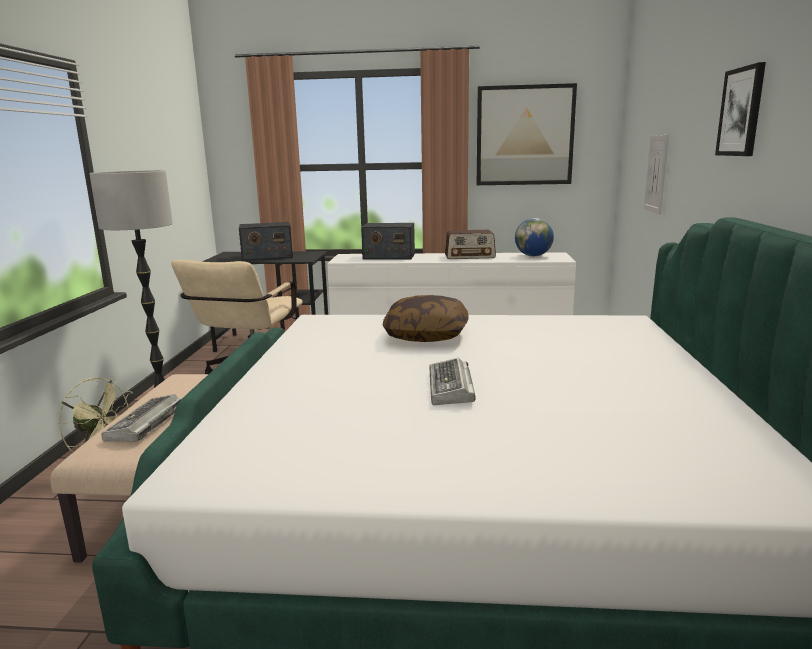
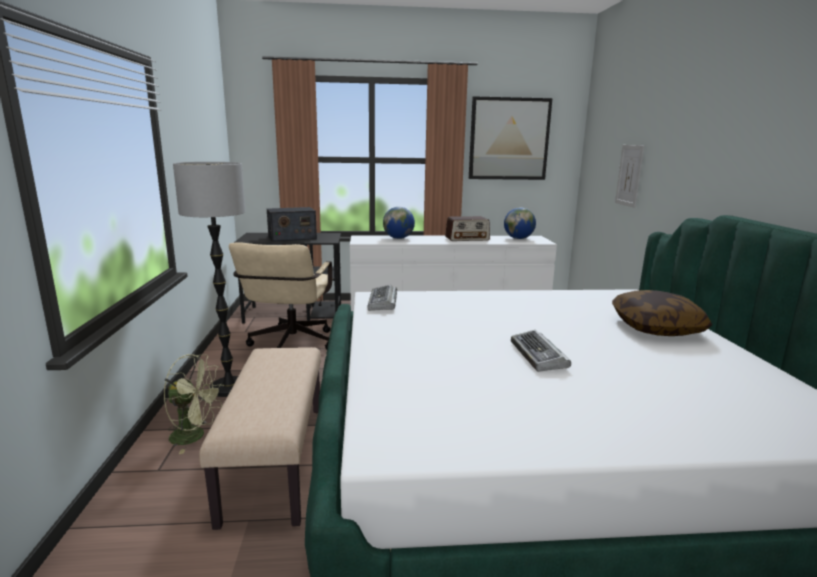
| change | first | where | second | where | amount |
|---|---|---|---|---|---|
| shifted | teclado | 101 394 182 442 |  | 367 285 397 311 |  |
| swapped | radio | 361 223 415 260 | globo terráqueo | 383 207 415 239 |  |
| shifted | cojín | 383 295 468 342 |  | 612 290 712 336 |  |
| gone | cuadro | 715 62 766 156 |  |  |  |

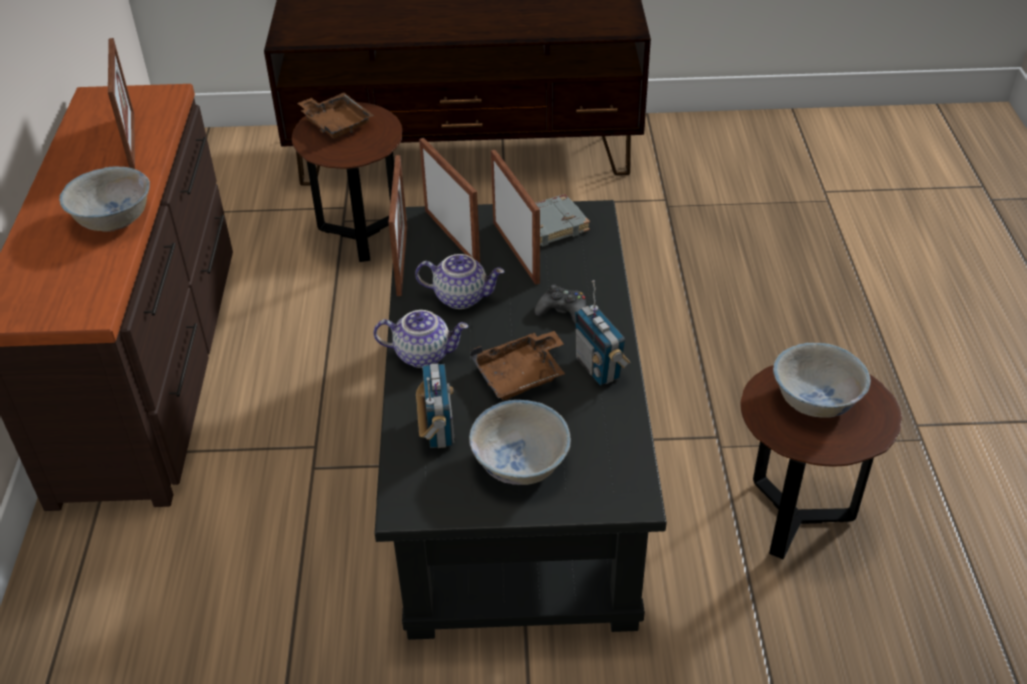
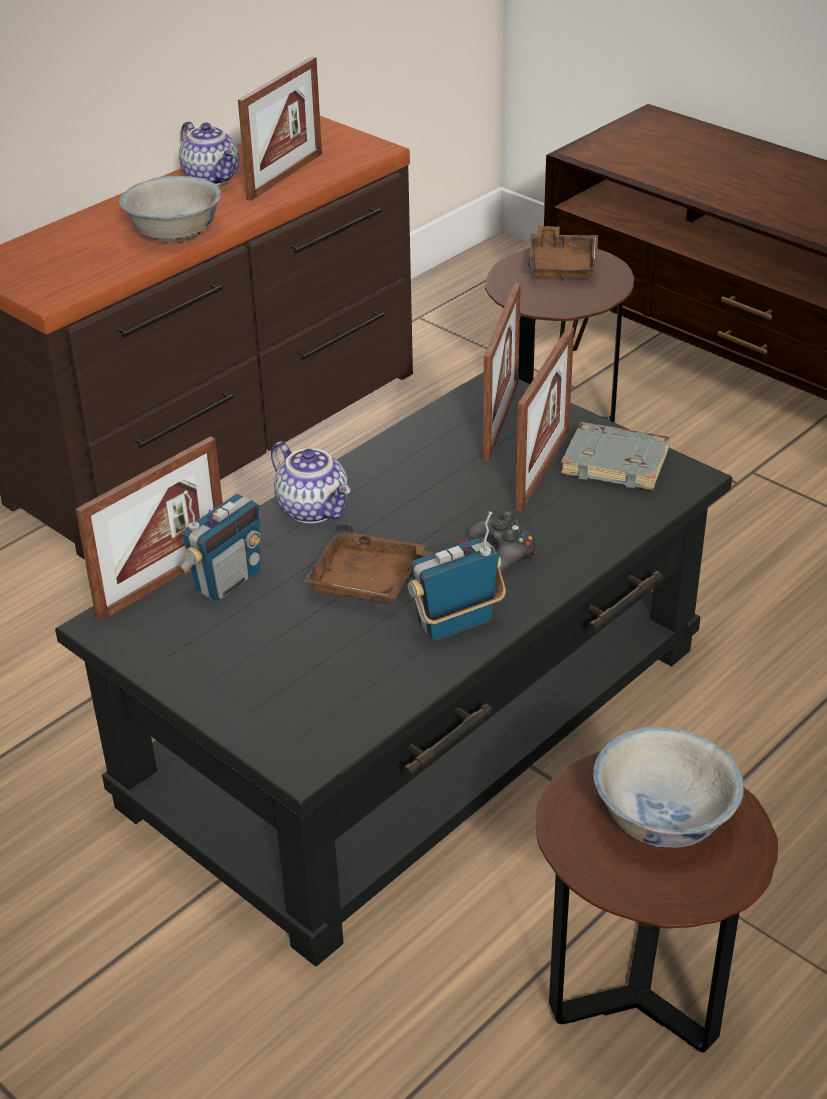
| change | first | where | second | where | amount |
|---|---|---|---|---|---|
| shifted | portarretratos | 388 155 407 296 |  | 75 436 223 622 |  |
| shifted | tetera | 415 254 505 309 |  | 179 121 239 186 |  |
| rotated | radio | 575 280 630 386 |  | 407 511 506 640 | 45 degrees clockwise |
| gone | cuenco/blanco | 469 400 571 485 |  |  |  |

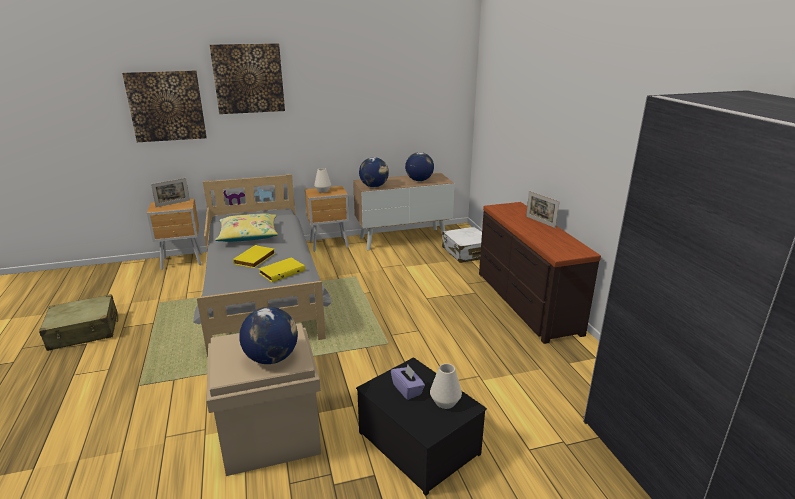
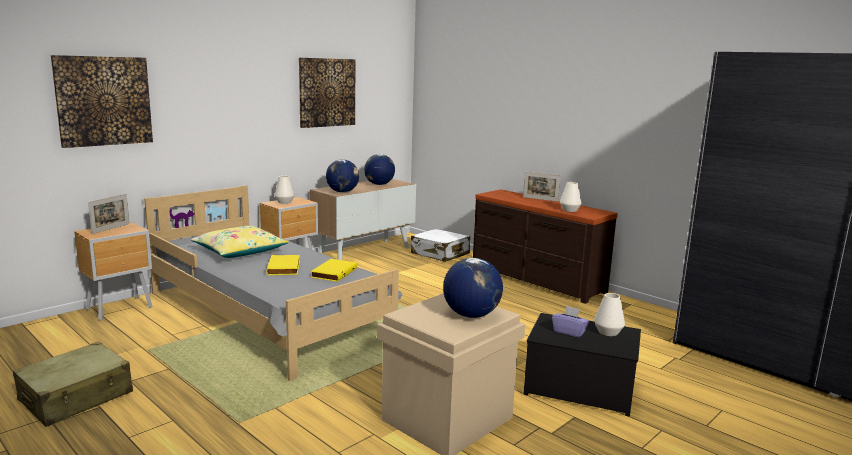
| change | first | where | second | where | amount |
|---|---|---|---|---|---|
| shifted | cuadro | 210 43 285 114 |  | 299 58 355 128 |  |
| new |  |  | florero/blanco | 560 182 582 212 |  |

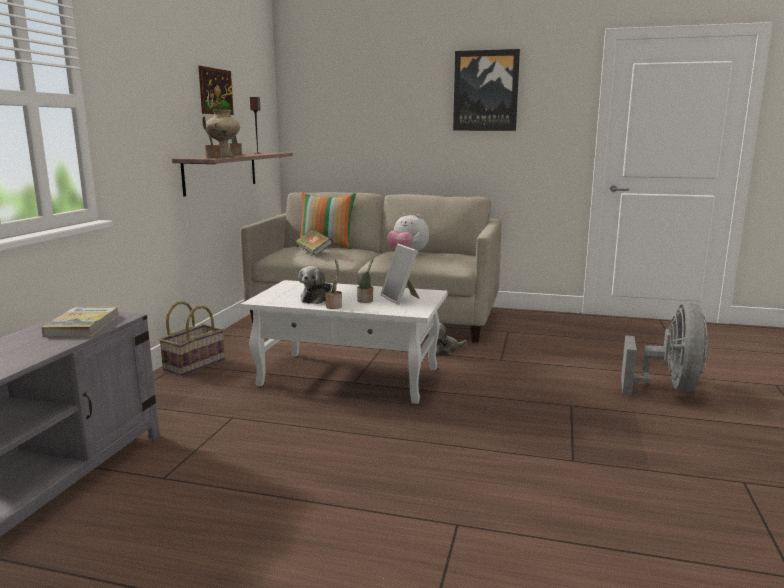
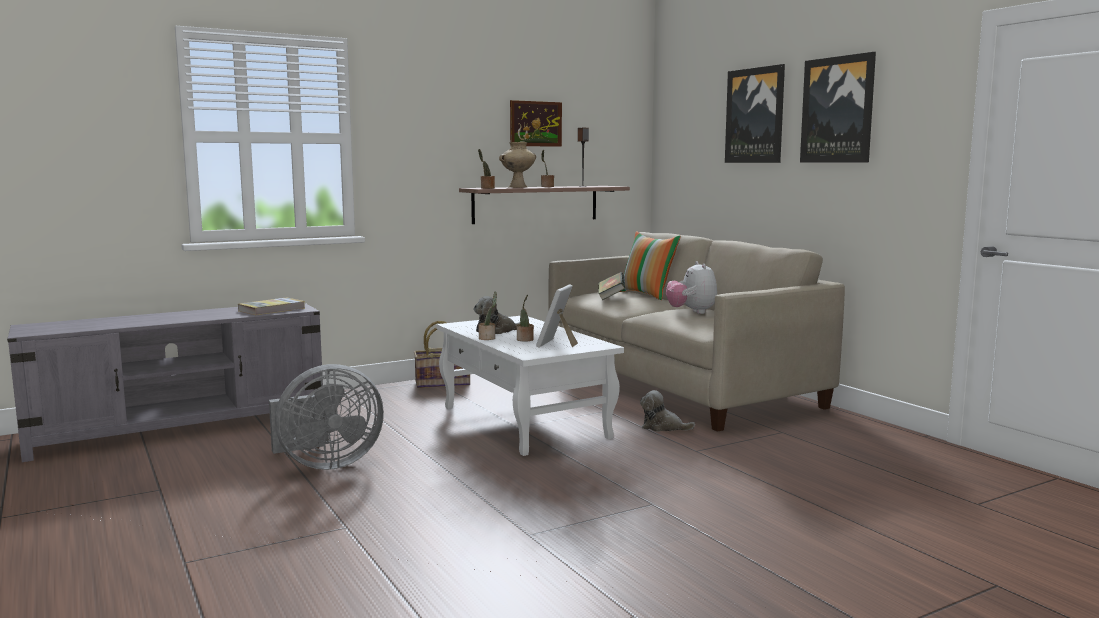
| change | first | where | second | where | amount |
|---|---|---|---|---|---|
| shifted | ventilador/gris | 621 303 708 395 |  | 269 364 384 470 |  |
| new |  |  | cuadro | 725 64 785 163 |  |

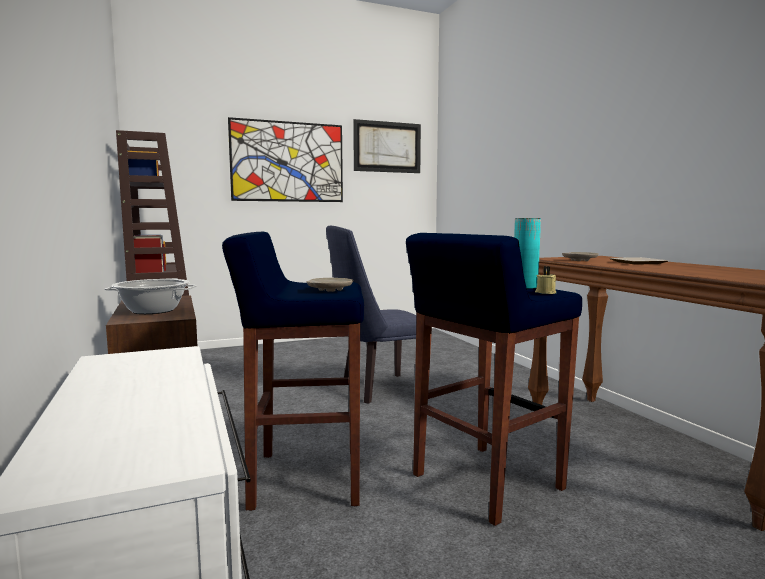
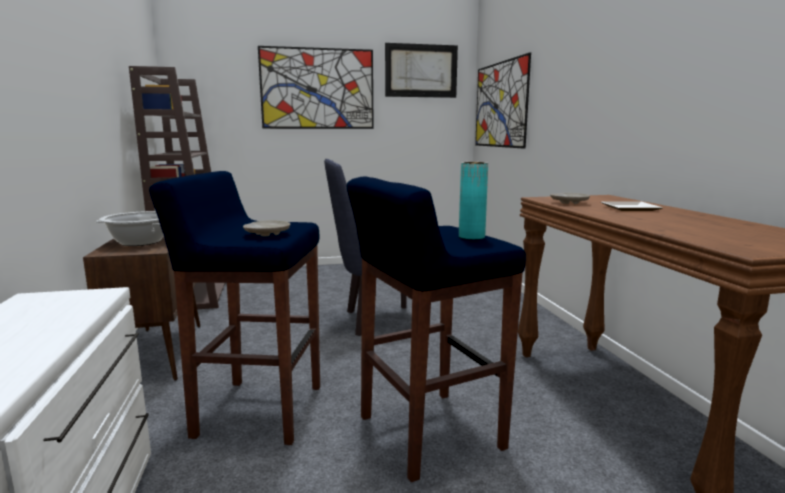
| change | first | where | second | where | amount |
|---|---|---|---|---|---|
| new |  |  | cuadro | 475 52 531 149 |  |
| gone | vela/beis | 535 266 556 294 |  |  |  |

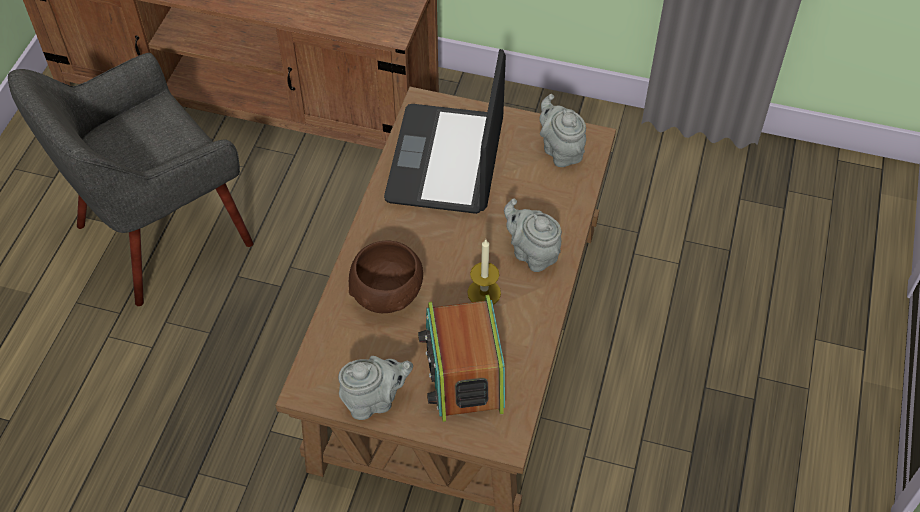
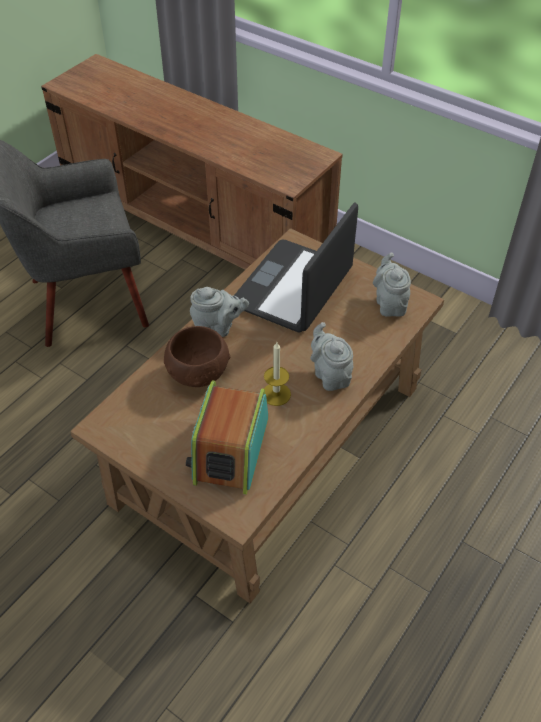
| change | first | where | second | where | amount |
|---|---|---|---|---|---|
| shifted | tetera/gris | 338 356 413 420 |  | 190 287 249 337 |  |

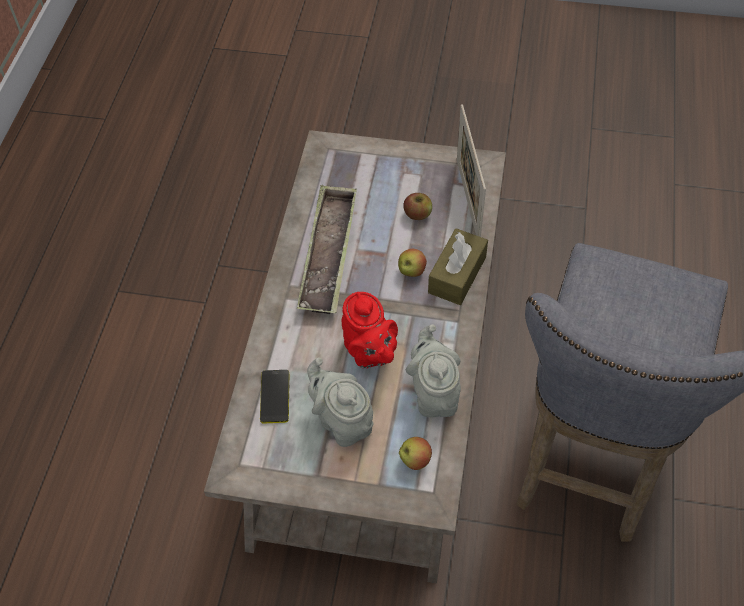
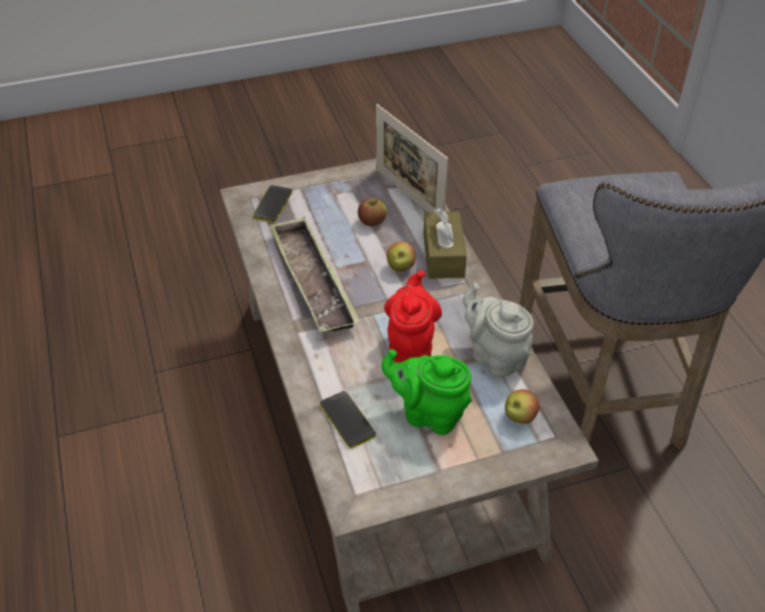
| change | first | where | second | where | amount |
|---|---|---|---|---|---|
| new |  |  | móvil | 253 185 293 222 |  |
| repainted | tetera/gris | 307 358 374 447 | tetera/verde | 381 349 472 435 |  |
| rotated | tetera/rojo | 342 292 398 368 |  | 384 270 442 363 | 120 degrees counterclockwise |

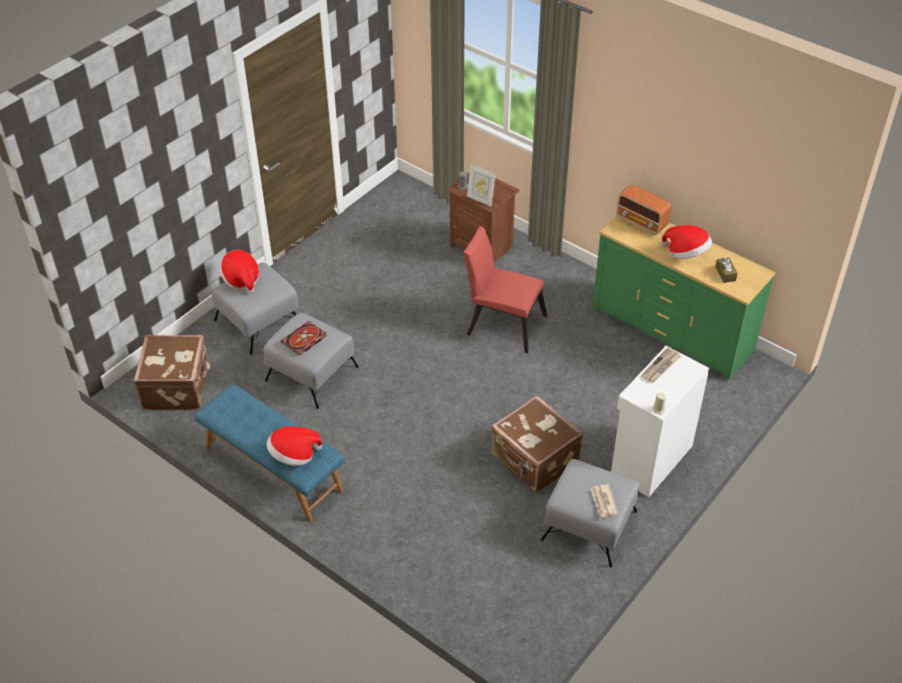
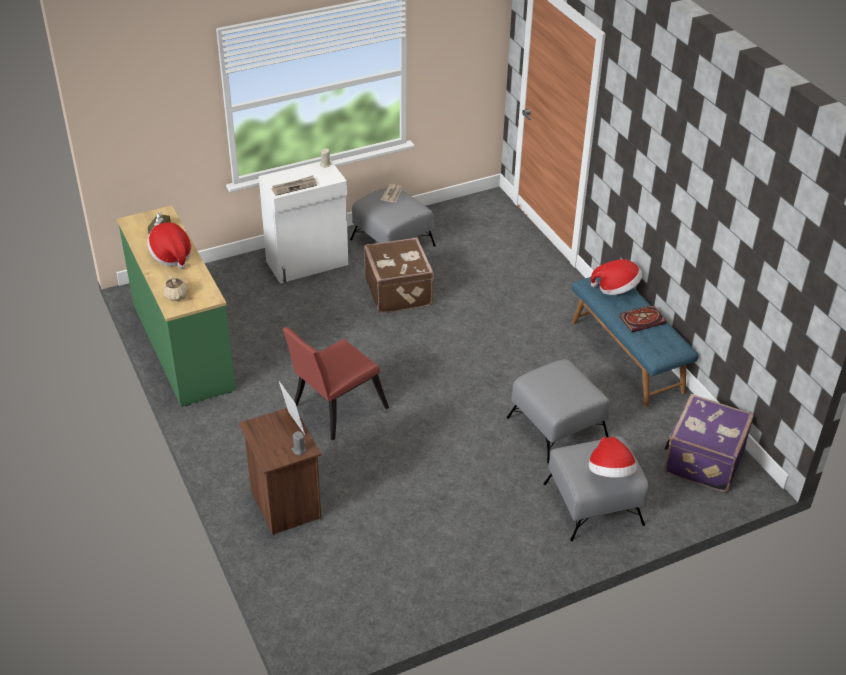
| change | first | where | second | where | amount |
|---|---|---|---|---|---|
| swapped | radio | 616 185 671 235 | tetera/beis | 163 275 188 301 |  |
| rotated | silla/rojo | 463 226 547 353 |  | 283 327 389 441 | 90 degrees clockwise |
| shifted | libro | 281 321 327 356 |  | 619 305 667 332 |  |
| repainted | maleta/marrón | 134 335 211 411 | maleta/morado | 664 394 754 492 |  |

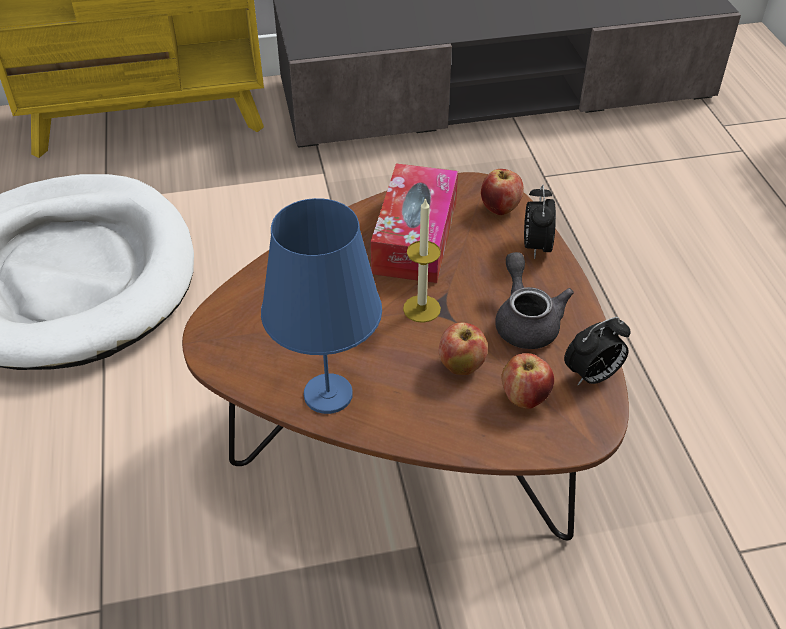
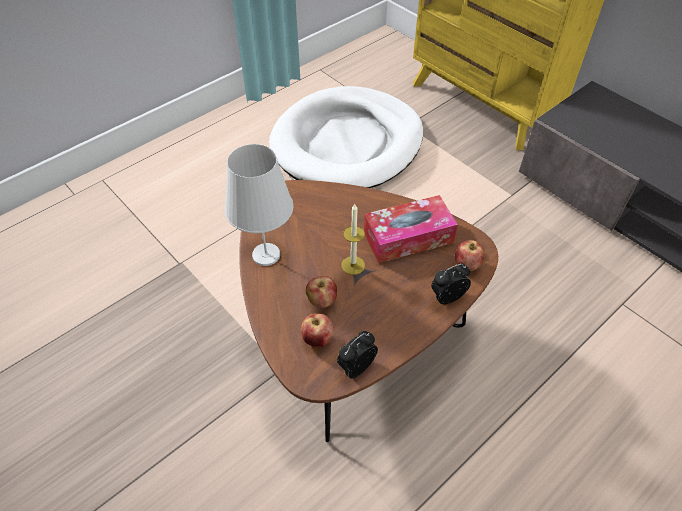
| change | first | where | second | where | amount |
|---|---|---|---|---|---|
| repainted | lámpara de mesa/azul | 261 198 382 414 | lámpara de mesa/blanco | 225 144 293 266 |  |
| rotated | despertador | 564 317 630 385 |  | 337 331 378 379 | 105 degrees clockwise |
| gone | tetera/gris | 495 252 574 349 |  |  |  |

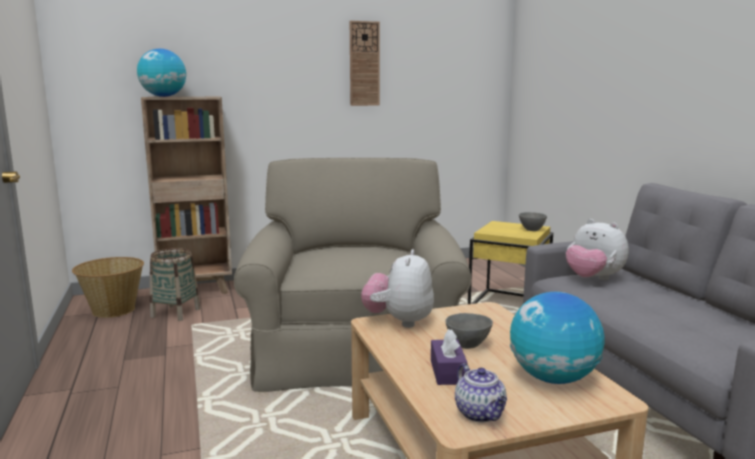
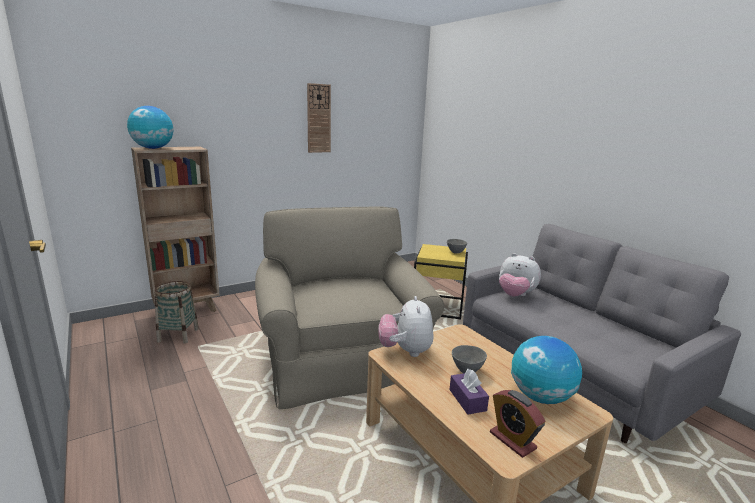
| change | first | where | second | where | amount |
|---|---|---|---|---|---|
| swapped | tetera | 455 363 507 422 | despertador | 490 390 546 458 |  |
| gone | cesta | 72 257 144 318 |  |  |  |

